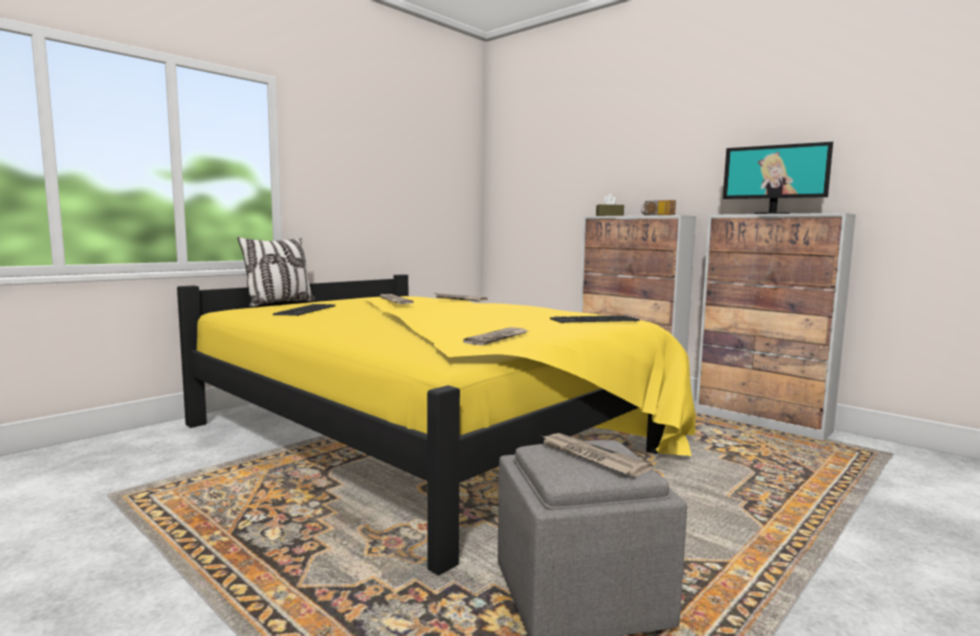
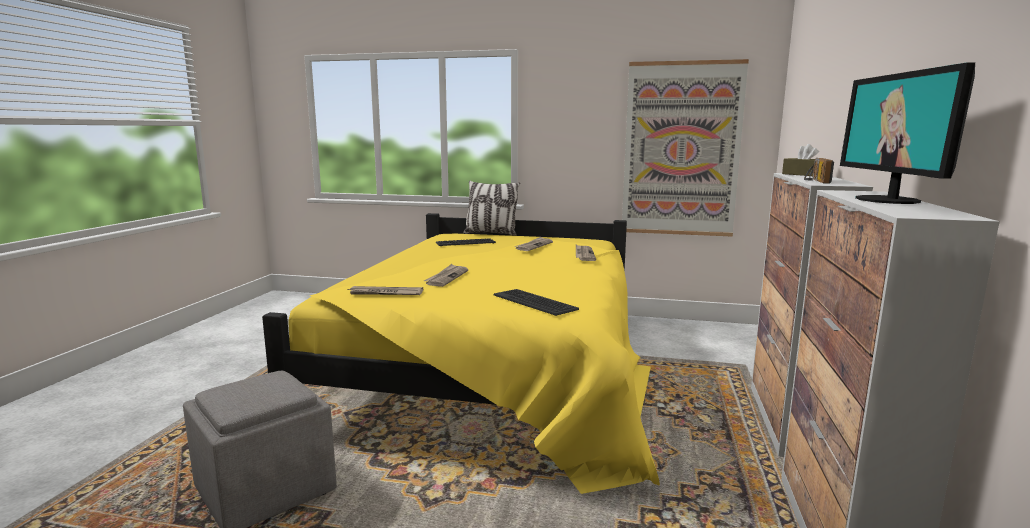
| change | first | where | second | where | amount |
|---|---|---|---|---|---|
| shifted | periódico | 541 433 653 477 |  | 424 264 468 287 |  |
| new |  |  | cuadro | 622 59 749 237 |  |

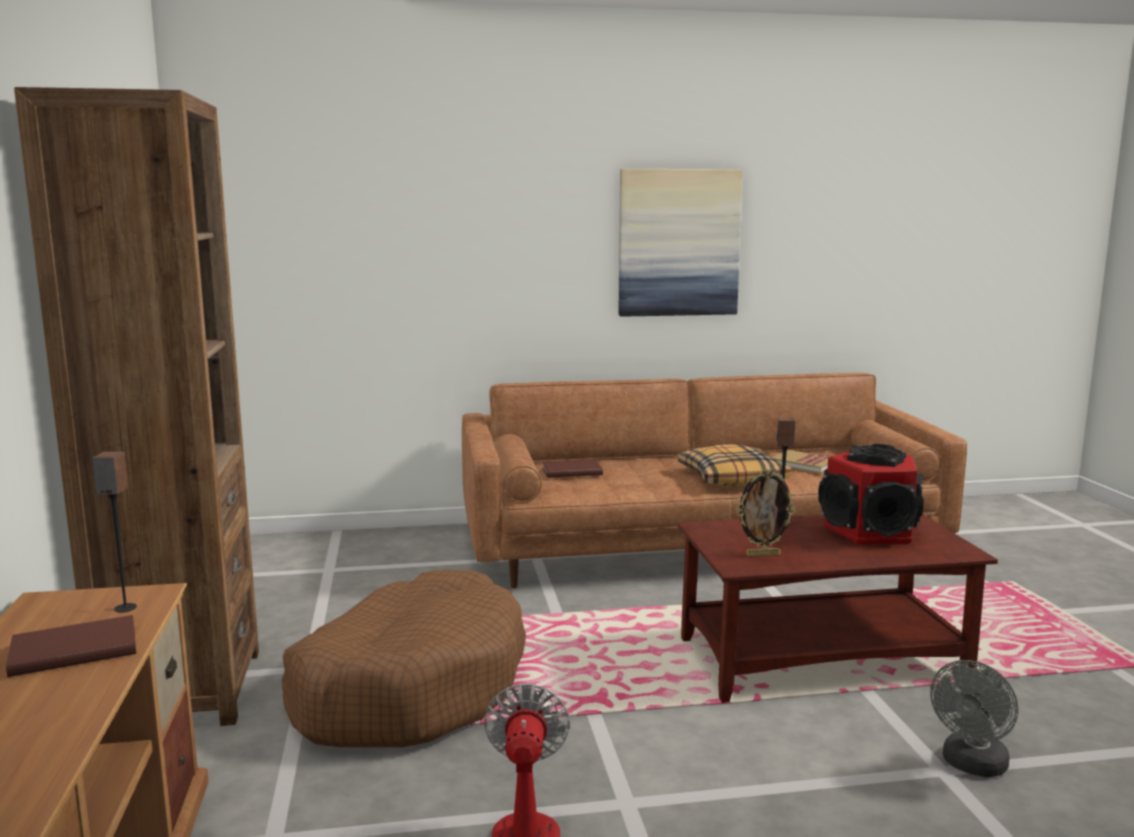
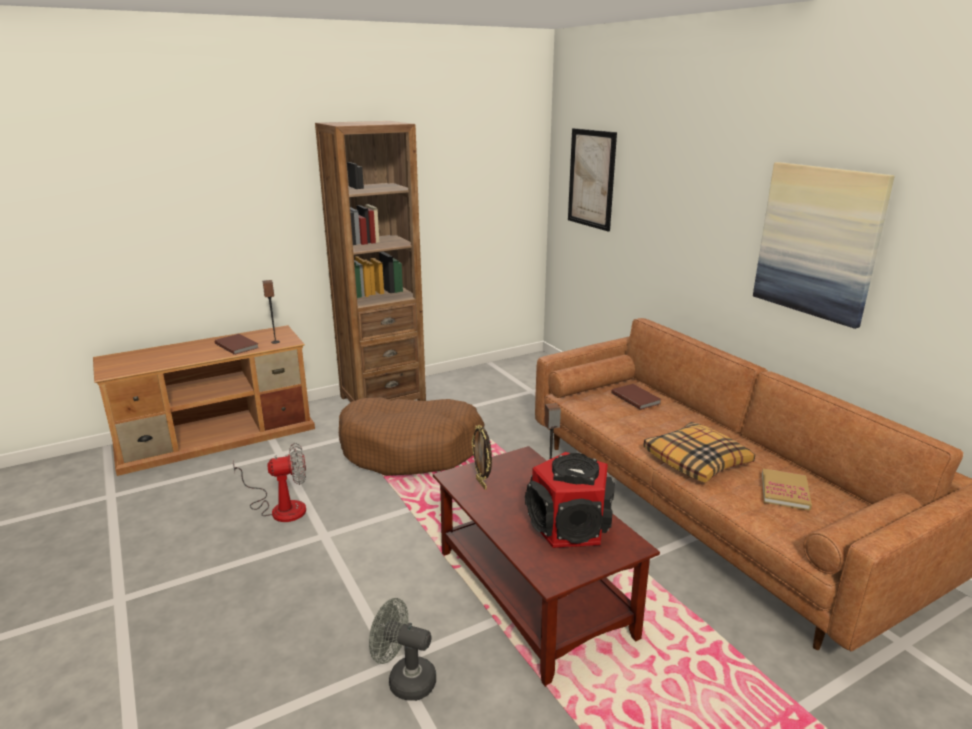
| change | first | where | second | where | amount |
|---|---|---|---|---|---|
| new |  |  | cuadro | 568 128 617 231 |  |

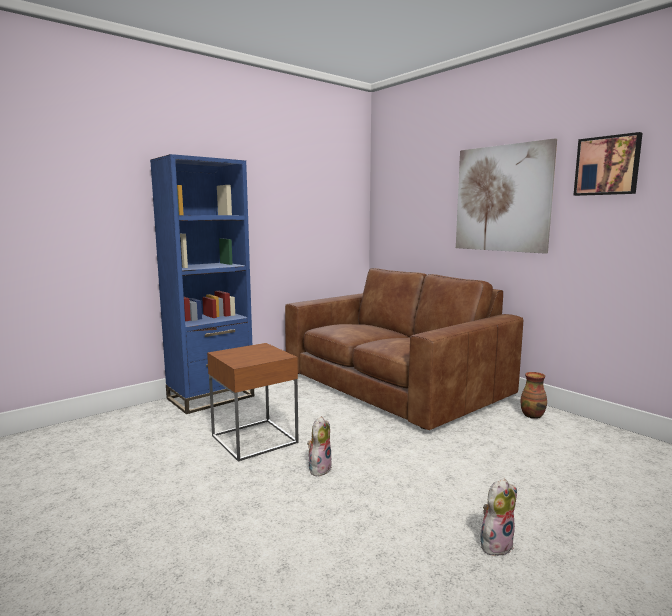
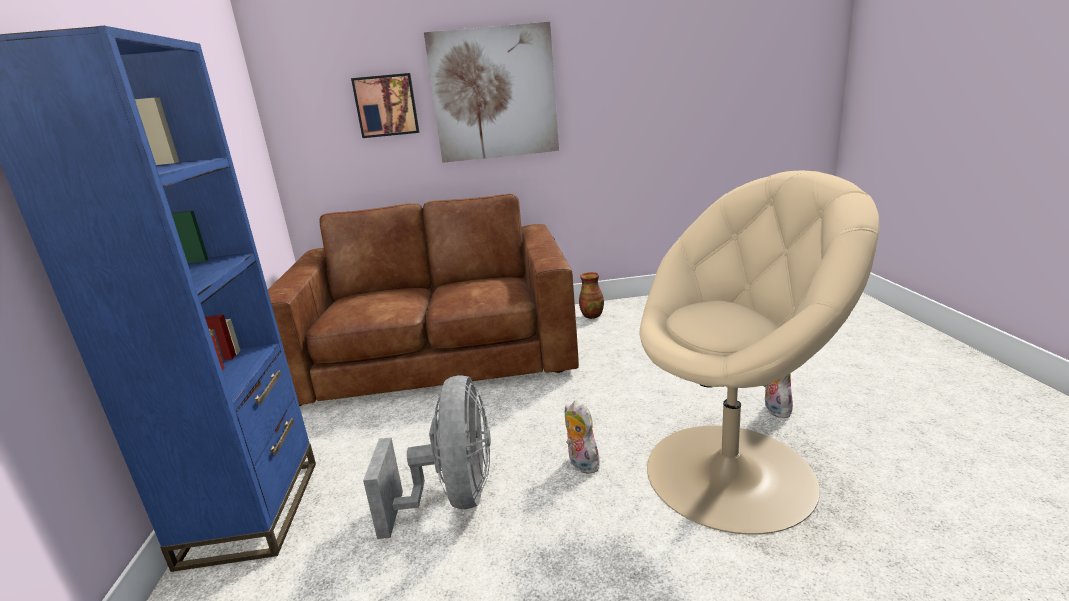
| change | first | where | second | where | amount |
|---|---|---|---|---|---|
| shifted | cuadro | 573 132 643 196 |  | 351 73 419 138 |  |
| swapped | mesa auxiliar/marrón | 207 343 299 462 | ventilador/gris | 363 375 491 539 |  |
| new |  |  | sillón/beis | 640 171 880 535 |  |

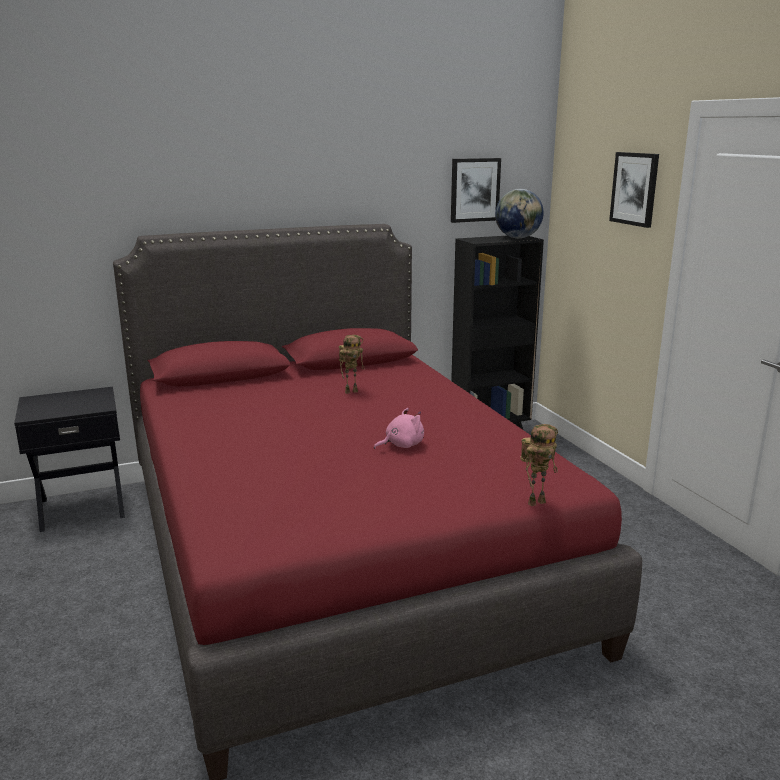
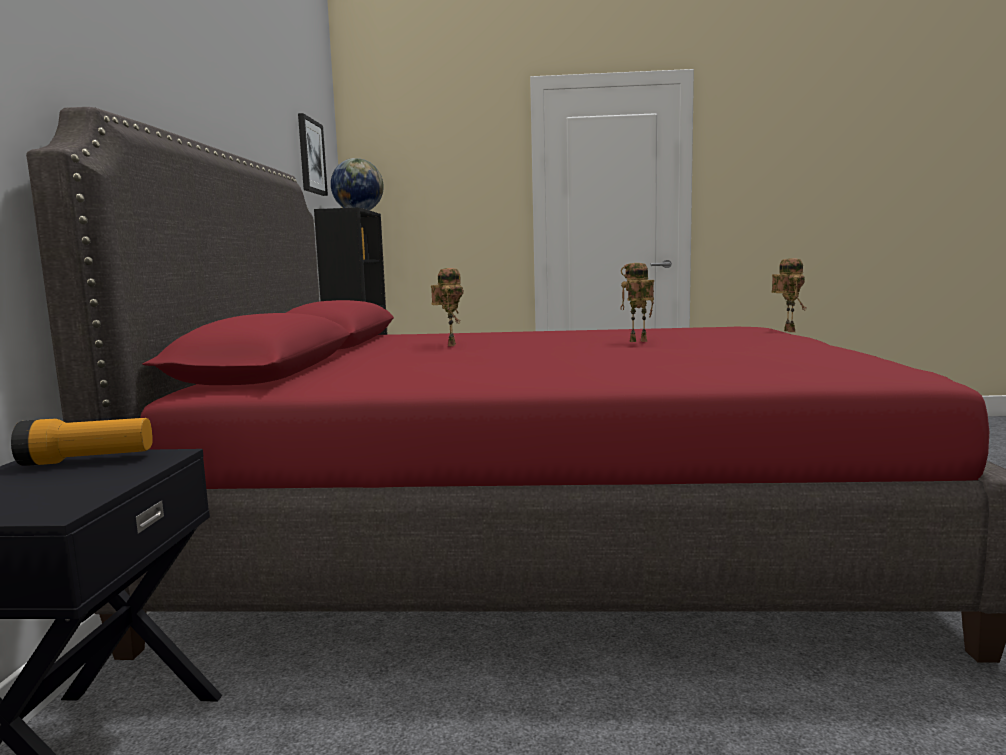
| change | first | where | second | where | amount |
|---|---|---|---|---|---|
| new |  |  | linterna | 11 418 153 466 |  |
| swapped | peluche/rosa | 374 408 424 449 | robot de juguete | 621 263 654 342 |  |
| gone | cuadro | 609 152 659 228 |  |  |  |

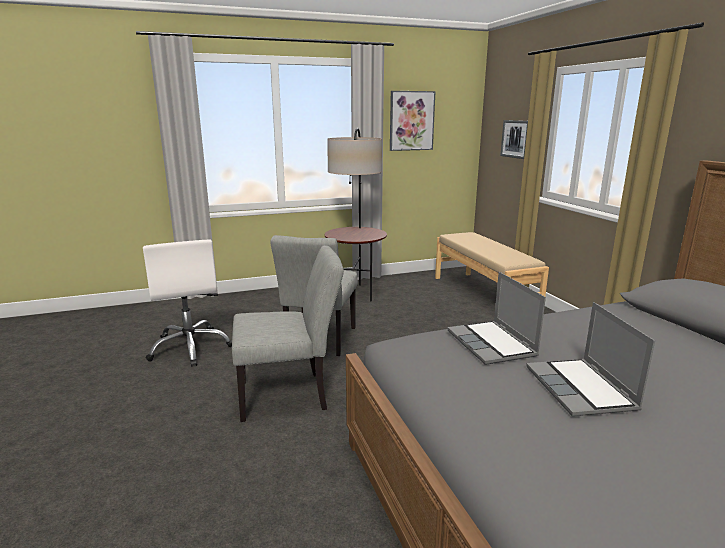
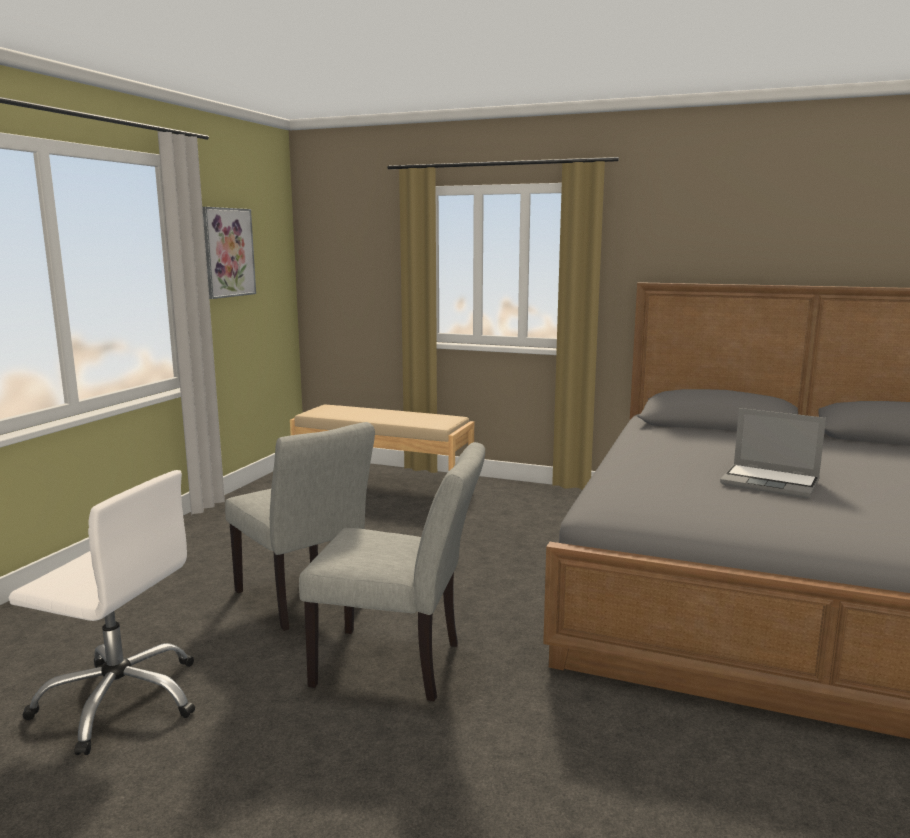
| change | first | where | second | where | amount |
|---|---|---|---|---|---|
| rotated | silla/gris | 232 245 344 422 |  | 299 442 485 701 | 75 degrees clockwise |
| gone | lámpara de pie | 325 128 387 301 |  |  |  |
| gone | portátil | 448 272 546 365 |  |  |  |
| gone | cuadro | 500 120 528 159 |  |  |  |

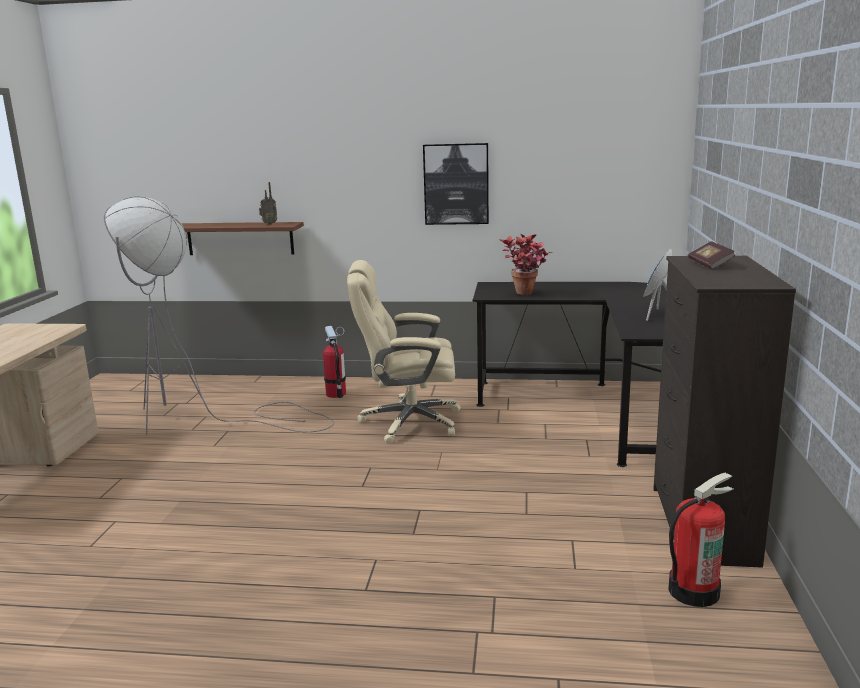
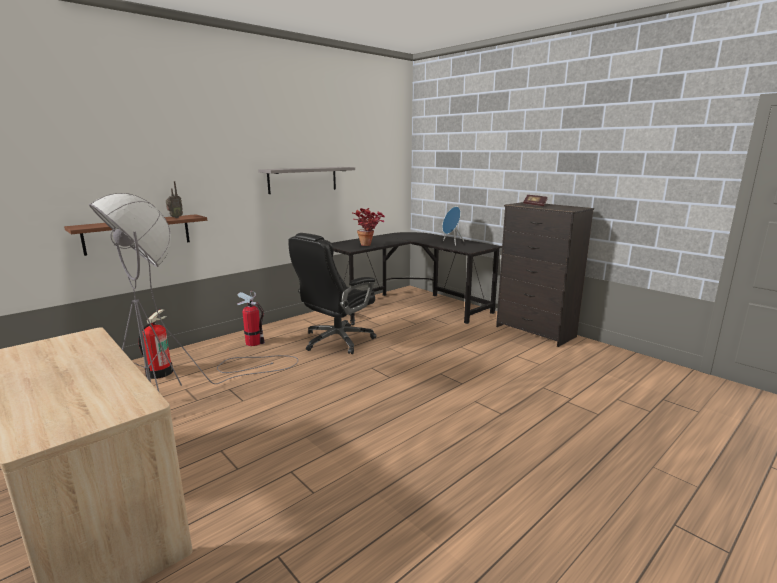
| change | first | where | second | where | amount |
|---|---|---|---|---|---|
| shifted | extintor | 669 473 733 607 |  | 138 310 173 379 |  |
| swapped | cuadro | 423 143 489 225 | estante/gris | 258 167 355 194 |  |
| repainted | silla de oficina/beis | 347 260 461 444 | silla de oficina/negro | 288 233 377 354 |  |

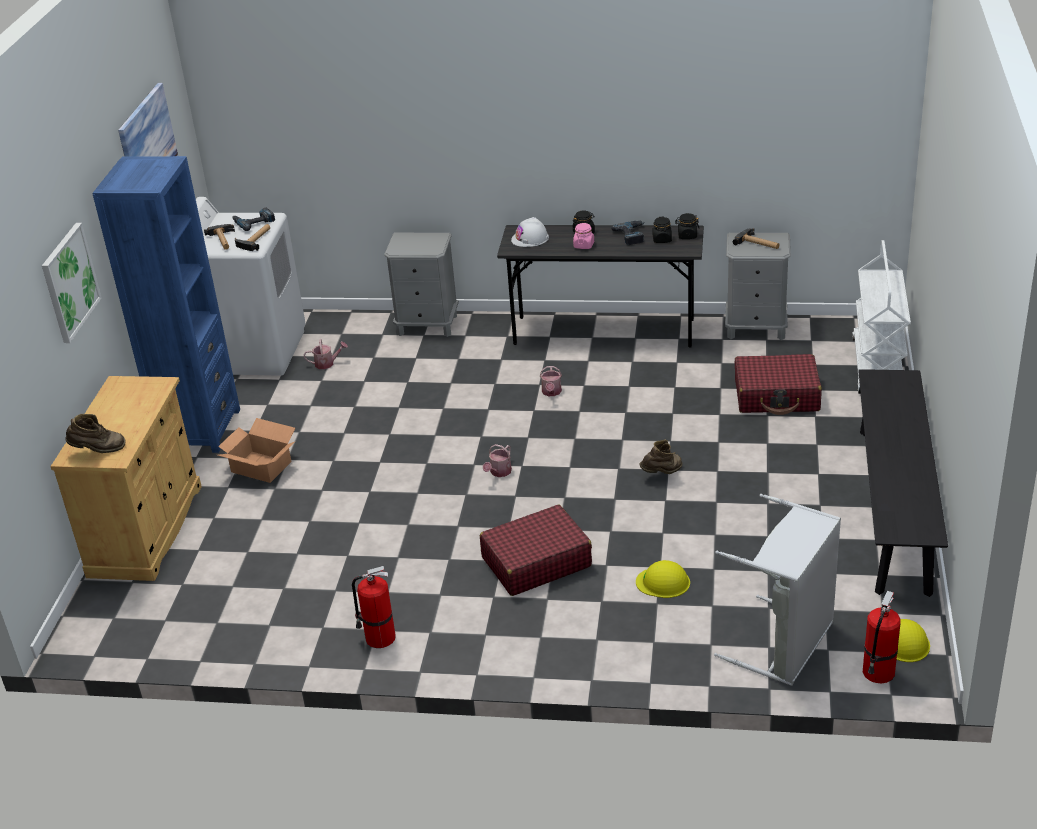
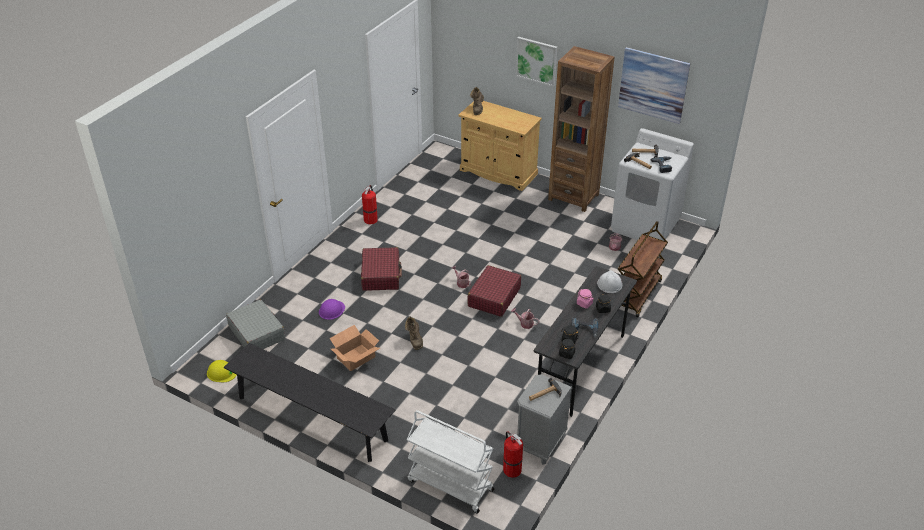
| change | first | where | second | where | amount |
|---|---|---|---|---|---|
| swapped | cesto de la ropa/gris | 714 494 841 686 | maleta/gris | 226 300 285 349 |  |
| repainted | casco/amarillo | 636 560 690 598 | casco/morado | 319 299 345 320 |  |
| shifted | caja de cartón | 218 418 295 483 |  | 329 325 380 371 |  |
| shifted | maleta/rojo | 735 354 822 415 |  | 468 265 521 317 |  |
| shifted | extintor | 863 591 901 683 |  | 503 431 523 478 |  |
| repainted | estantería/azul | 92 156 240 453 | estantería/marrón | 548 46 615 212 |  |
| swapped | mesita de noche/gris | 384 233 459 337 | carrito/marrón | 618 221 668 317 |  |

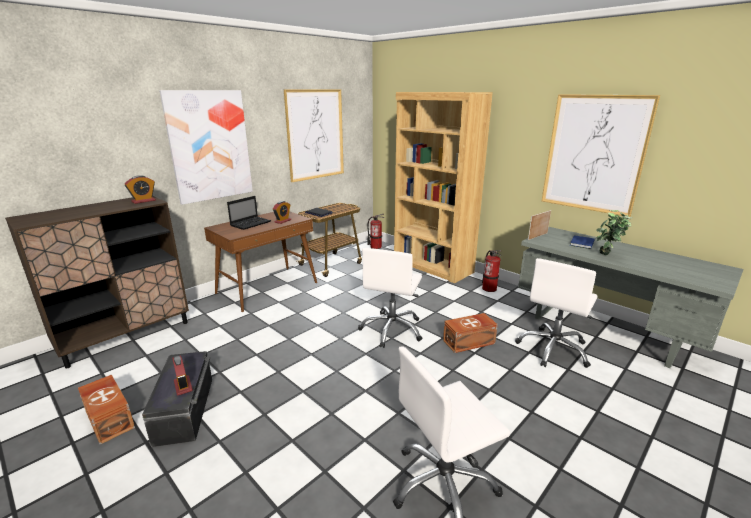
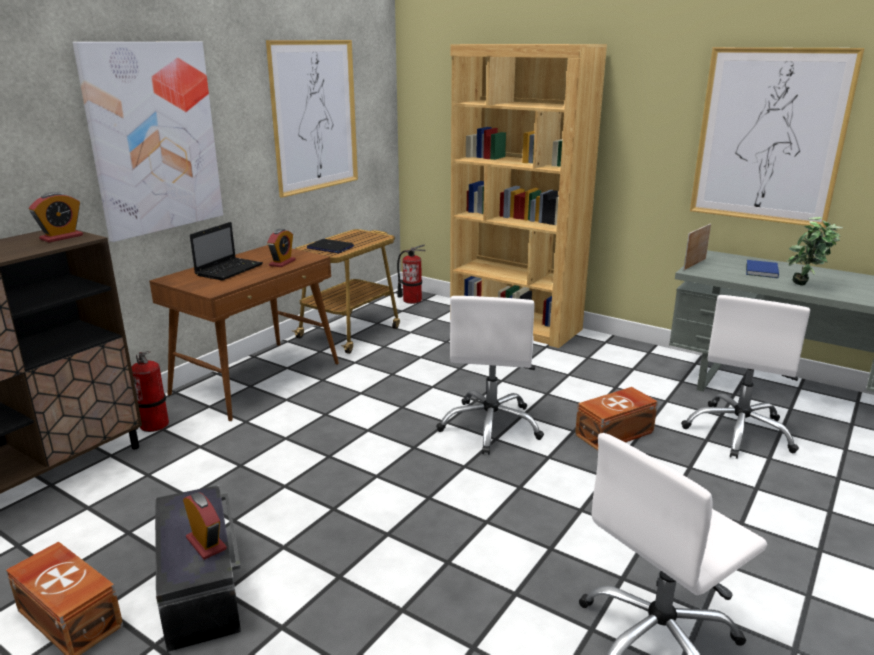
| change | first | where | second | where | amount |
|---|---|---|---|---|---|
| shifted | extintor | 482 250 501 292 |  | 131 351 169 432 |  |

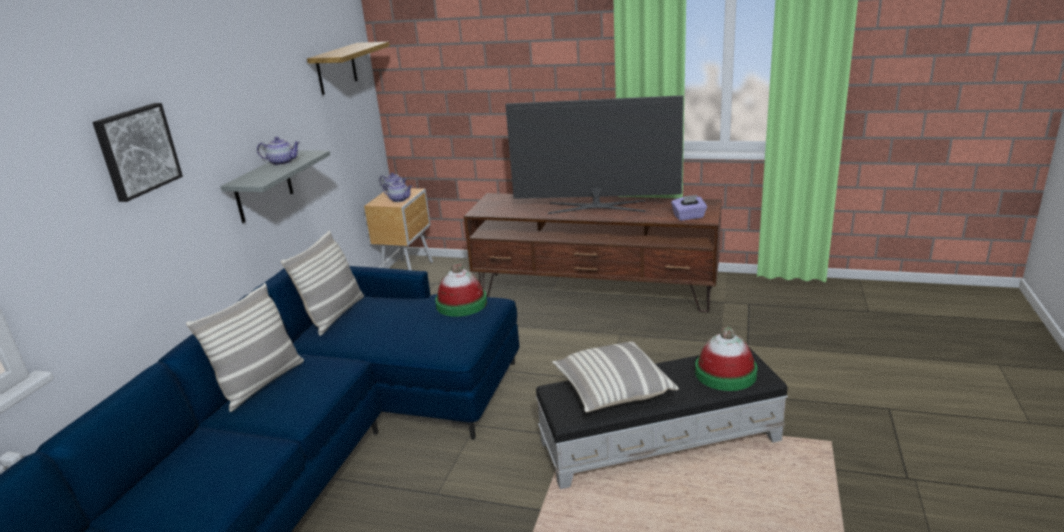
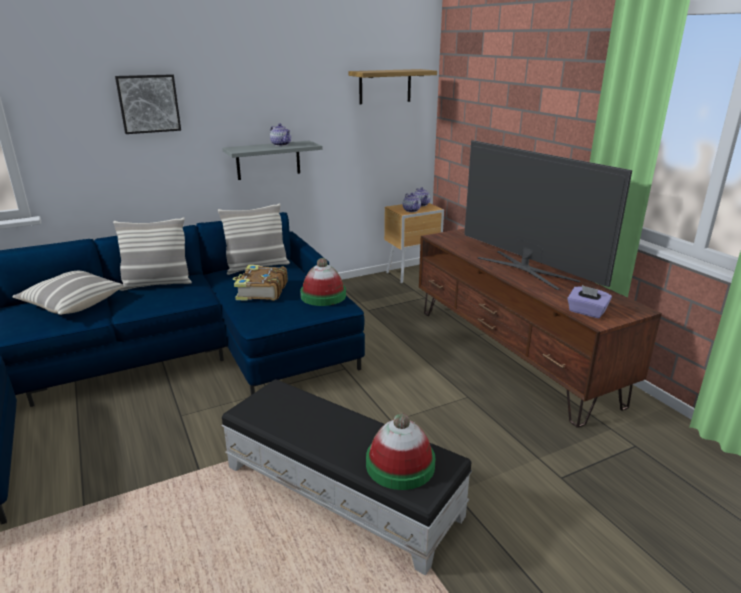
| change | first | where | second | where | amount |
|---|---|---|---|---|---|
| shifted | cojín | 552 341 679 412 |  | 12 271 124 315 |  |
| new |  |  | libro | 233 265 288 301 |  |

